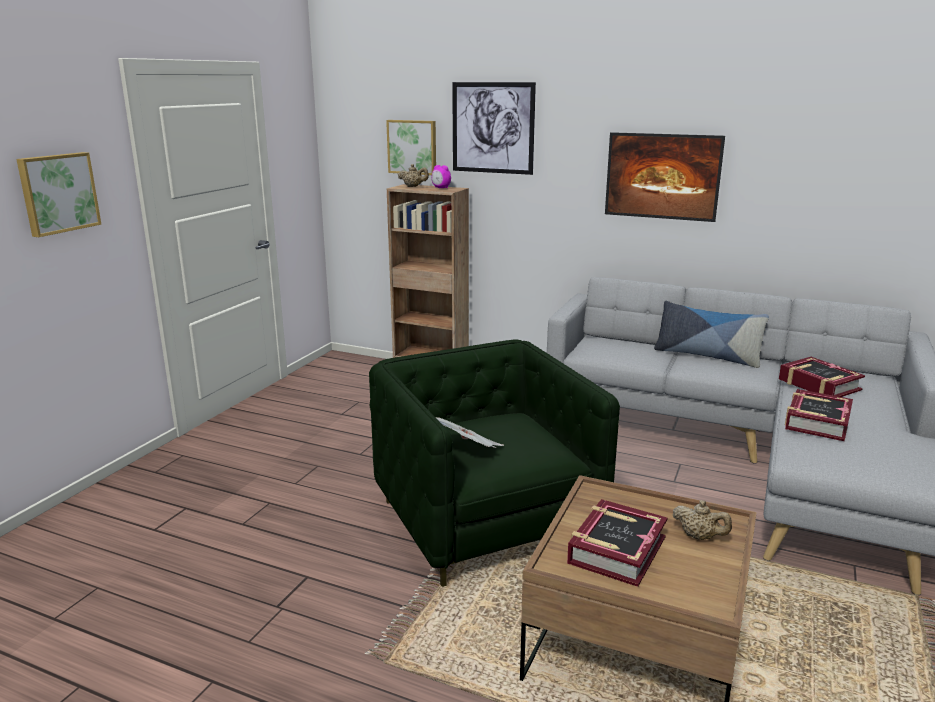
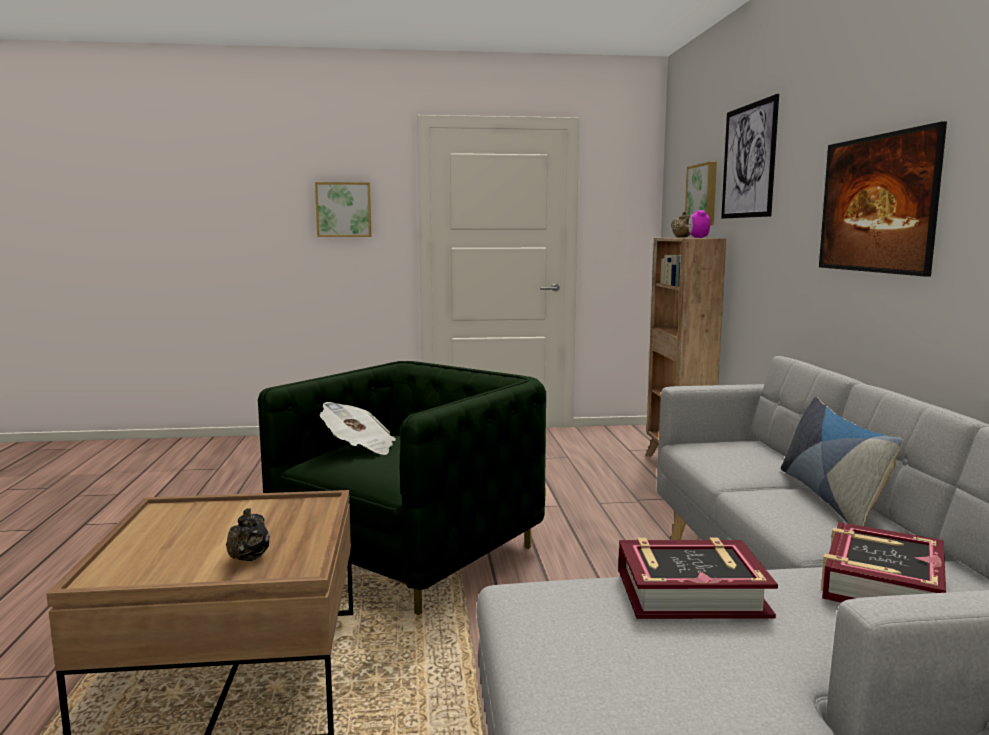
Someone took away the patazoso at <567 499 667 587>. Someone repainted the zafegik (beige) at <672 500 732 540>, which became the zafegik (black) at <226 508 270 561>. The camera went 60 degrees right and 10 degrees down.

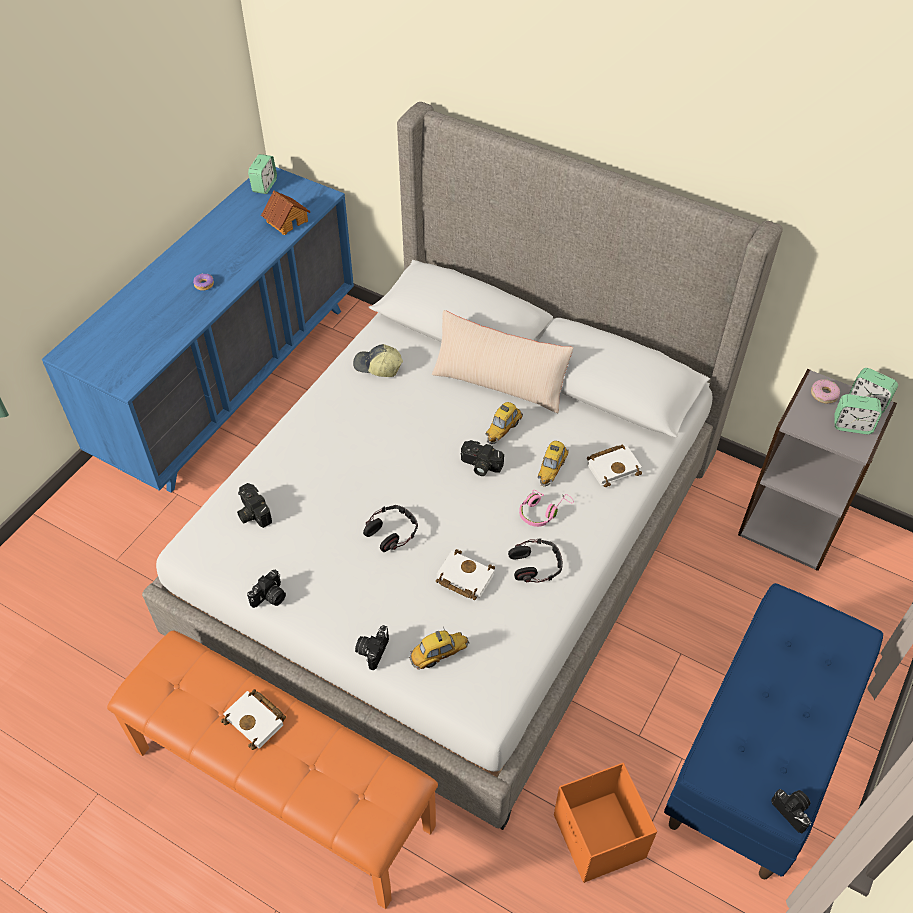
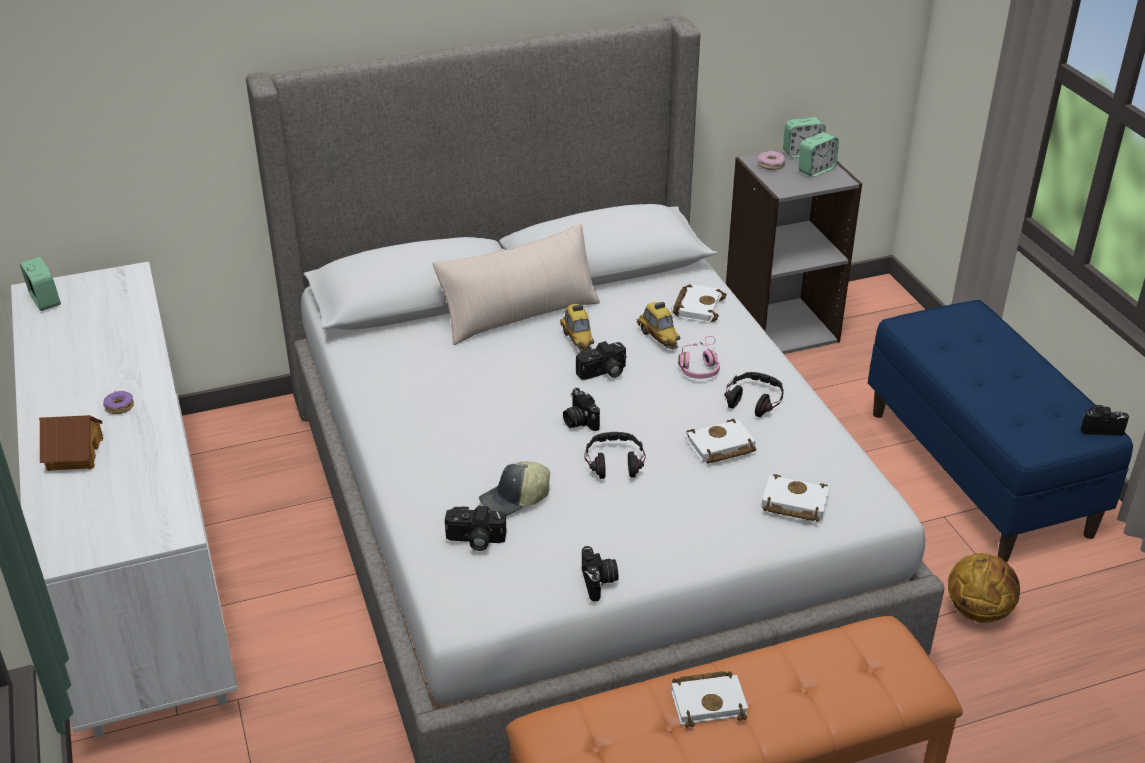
Someone carried the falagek from <261 190 311 235> to <39 415 103 471>. Someone carried the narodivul from <353 344 403 377> to <479 462 550 516>. Someone carried the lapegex from <355 625 389 670> to <563 388 600 431>. Someone swapped the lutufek at <409 627 469 670> for the patazoso (white) at <761 474 830 522>. Someone swapped the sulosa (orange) at <554 763 657 883> for the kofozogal at <948 553 1020 623>. Someone repainted the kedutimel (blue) at <42 167 354 493>, which became the kedutimel (white) at <11 262 238 738>. The camera went 50 degrees left and 15 degrees down.

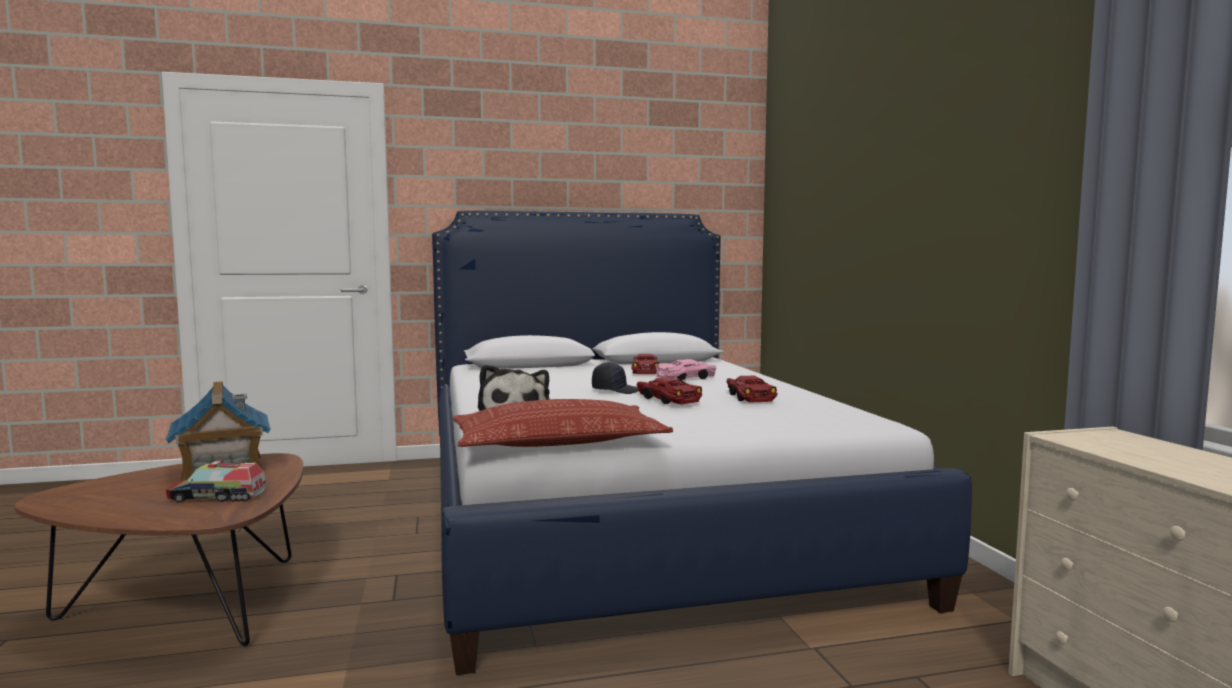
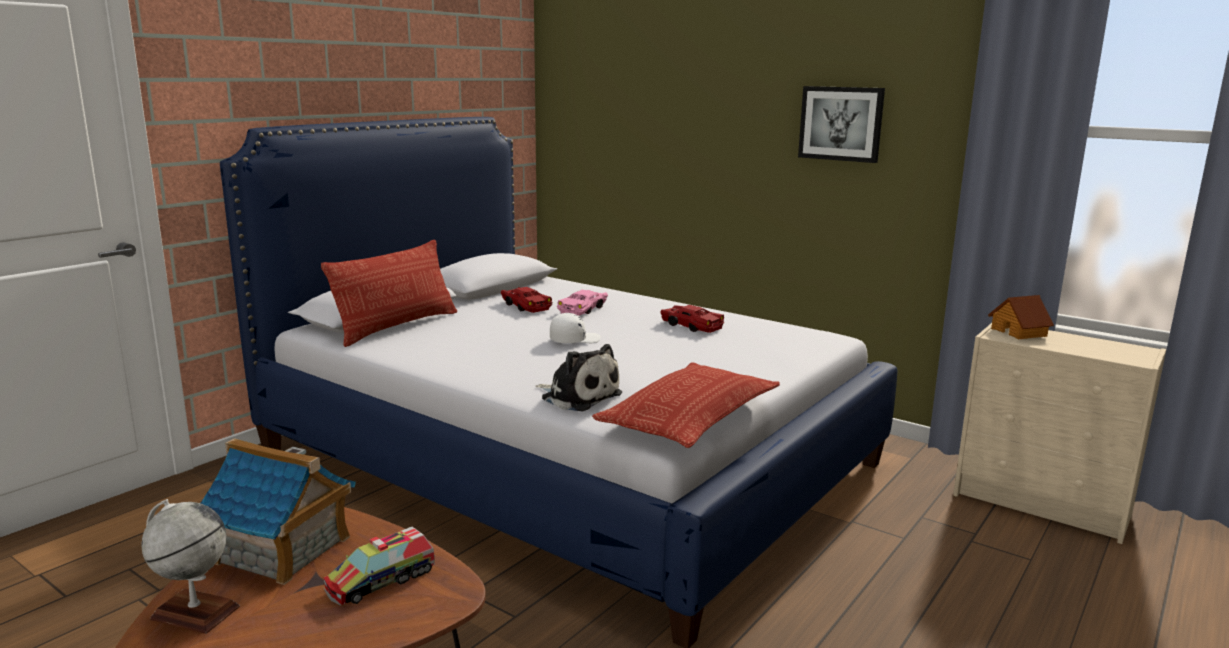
Someone took away the lutufek (red) at <637 377 702 405>. Someone put down the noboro at <141 499 240 634>. Someone put down the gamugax at <321 240 457 347>. Someone put up the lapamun at <798 86 885 163>. Someone put down the falagek at <988 295 1054 339>. Someone repainted the narodivul (black) at <592 362 638 394>, which became the narodivul (white) at <550 313 601 343>. The camera went 40 degrees left and 10 degrees up.

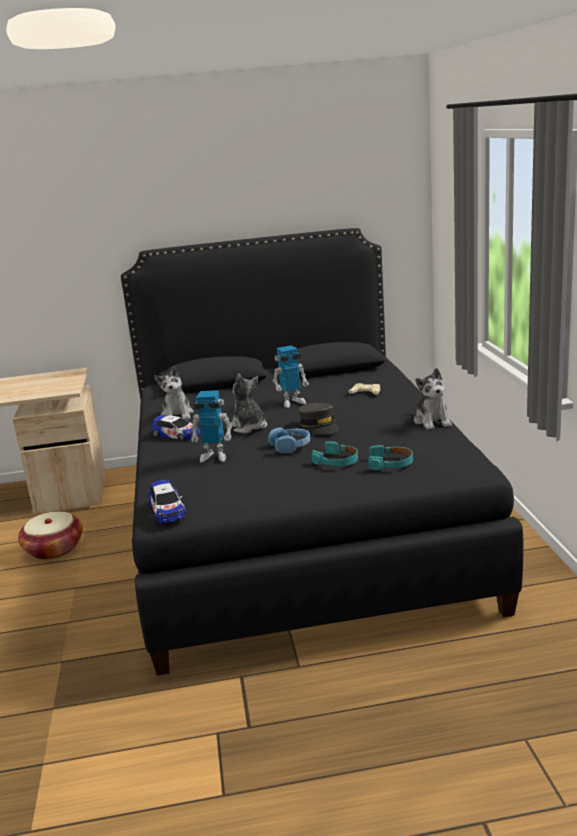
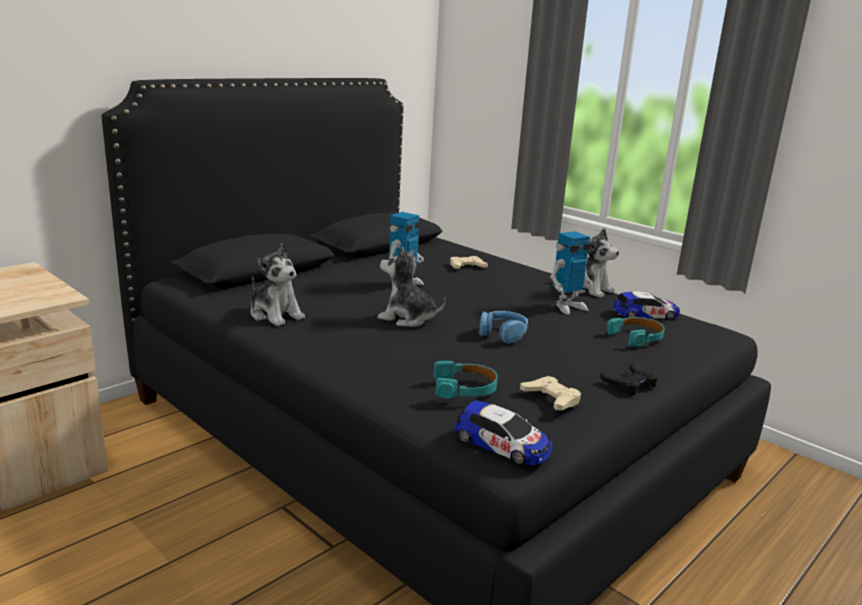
Someone took away the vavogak at <18 512 83 560>. Someone took away the narodivul (grey) at <298 403 339 435>. Someone put down the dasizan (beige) at <520 376 581 410>. Someone put down the dasizan (black) at <600 362 658 395>. Someone carried the lutufek from <151 415 200 441> to <613 291 680 320>. Someone carried the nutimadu from <191 390 232 462> to <550 231 593 315>. Someone carried the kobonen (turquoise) from <311 441 358 466> to <434 360 498 399>. The camera went 40 degrees left and 0 degrees up.

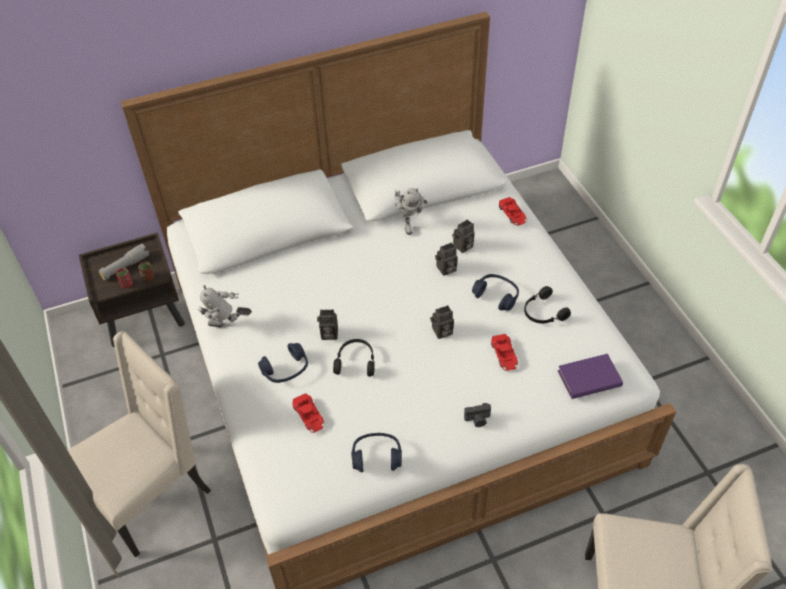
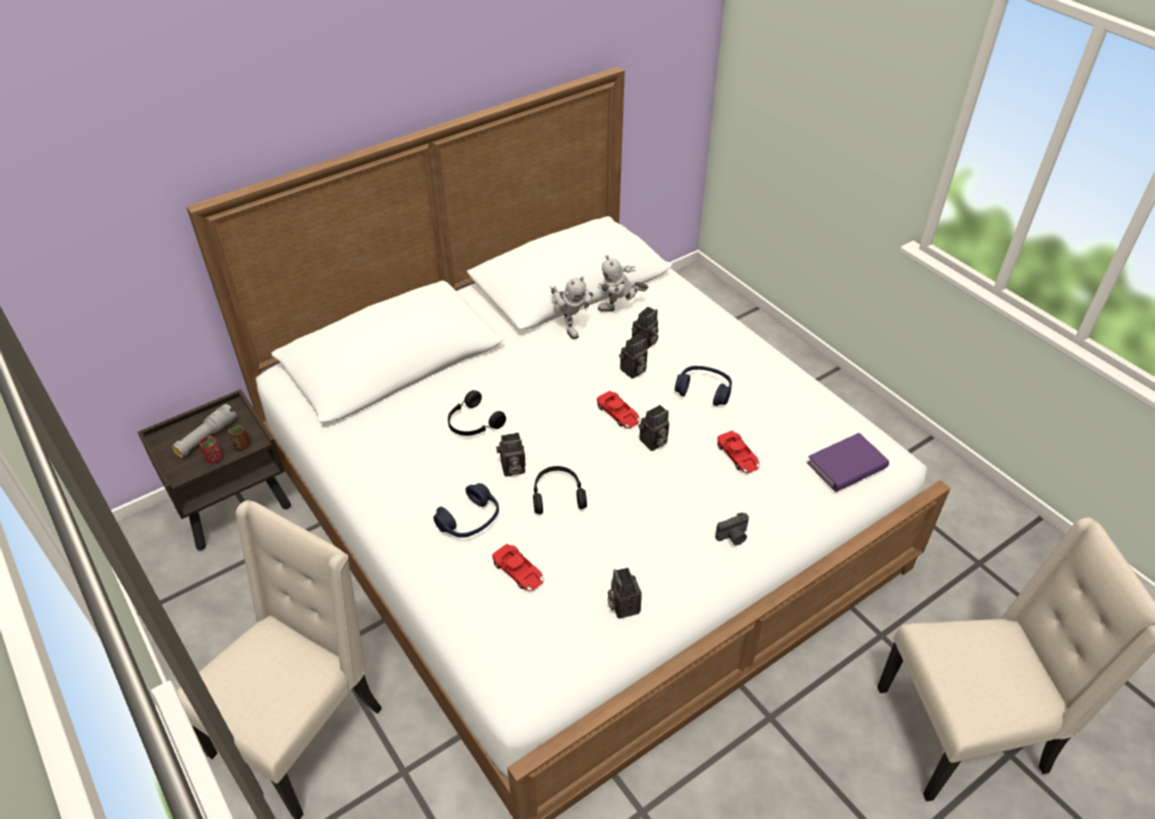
Someone carried the nutimadu from <198 285 252 327> to <597 255 649 312>. Someone carried the lutufek (red) from <499 197 527 226> to <597 391 640 428>. Someone carried the kobonen (black) from <524 286 571 323> to <448 390 506 436>. Someone swapped the kobonen (blue) at <351 433 402 472> for the lapegex at <608 568 642 619>. The camera went 15 degrees left and 5 degrees down.

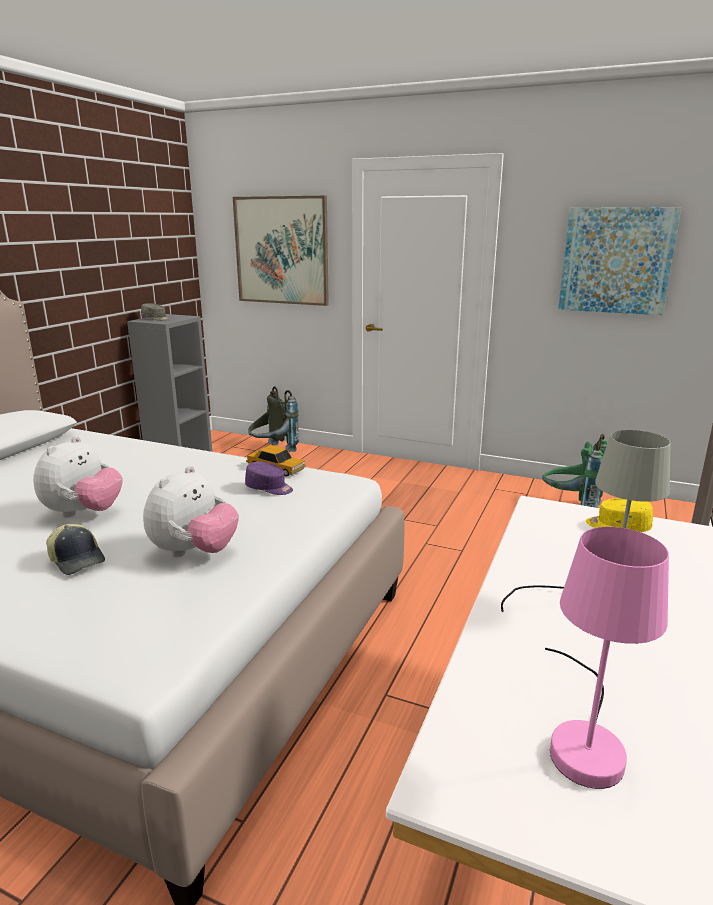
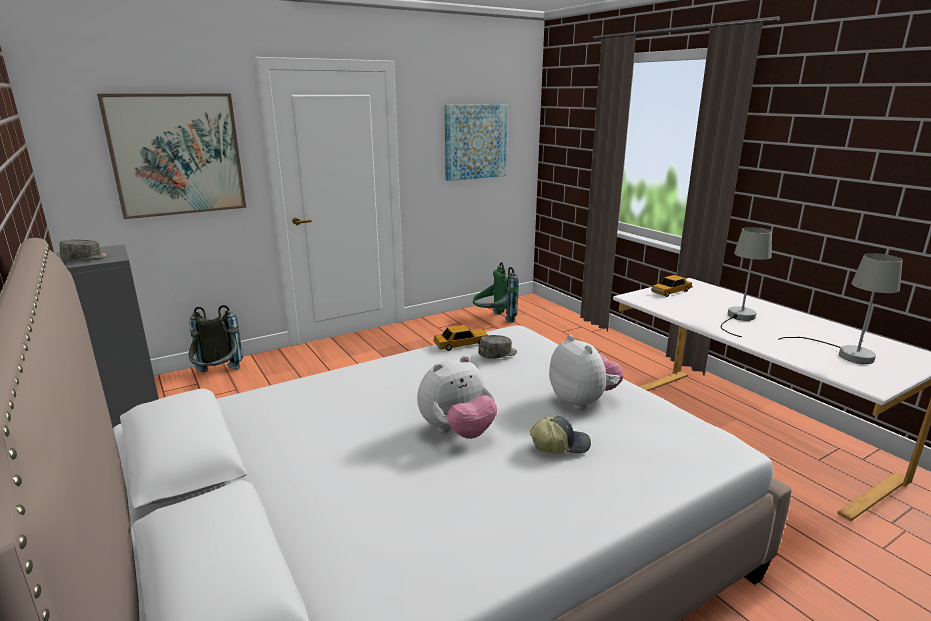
Someone swapped the narodivul (yellow) at <586 498 653 532> for the lutufek at <651 275 693 297>. Someone repainted the narodivul (purple) at <245 461 293 495>, which became the narodivul (grey) at <478 335 517 359>. Someone repainted the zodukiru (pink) at <545 527 669 789>, which became the zodukiru (grey) at <778 253 903 364>. Someone rotated the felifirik at <33 436 123 518> by 90 degrees clockwise. The camera went 55 degrees left and 0 degrees up.

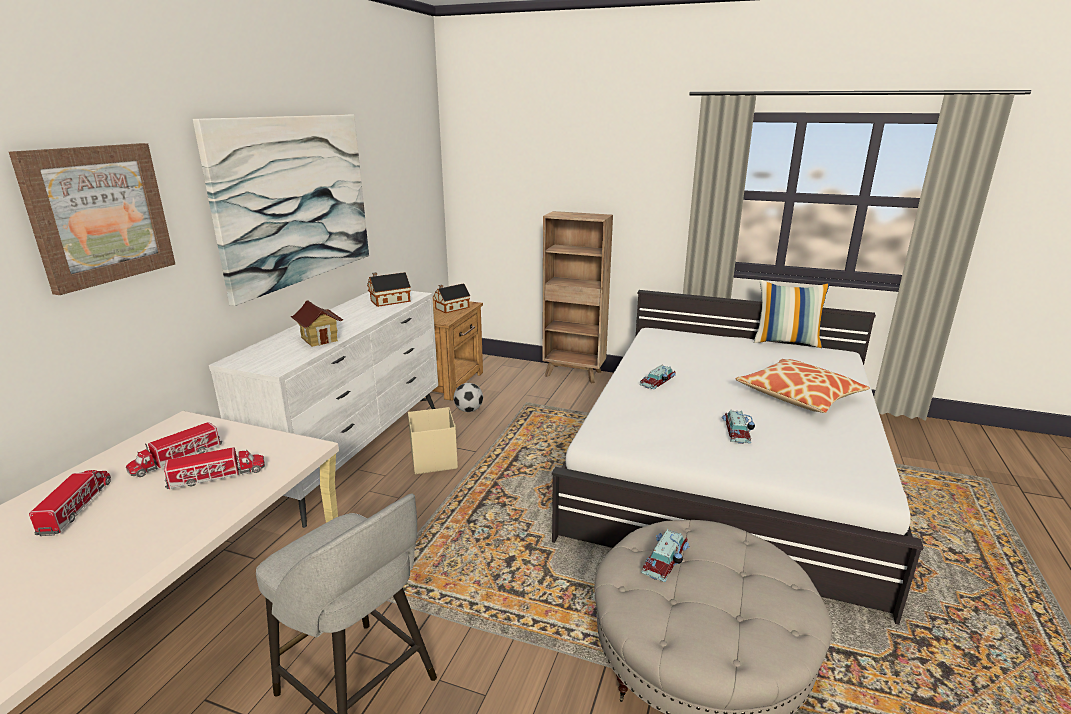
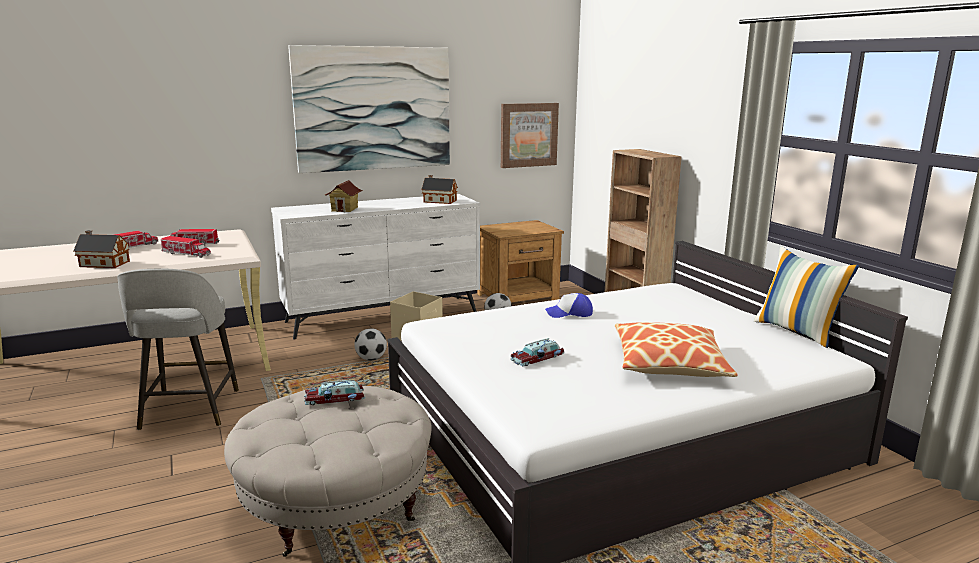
Someone put down the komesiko at <354 328 387 361>. Someone carried the lapamun from <9 143 175 295> to <501 103 559 168>. Someone carried the falagek from <433 283 470 313> to <73 230 130 268>. Someone swapped the lutufek at <640 364 676 389> for the narodivul at <545 293 593 318>. The camera went 45 degrees right and 5 degrees down.

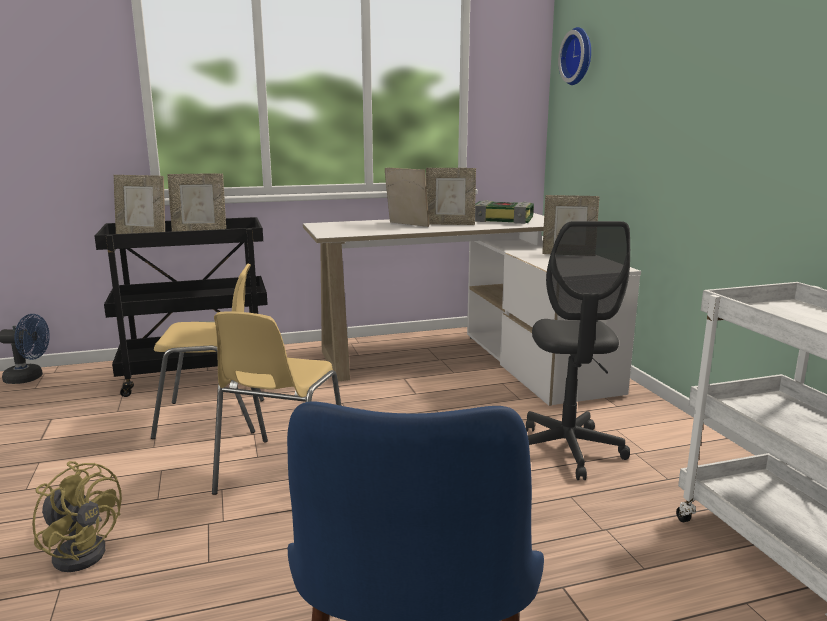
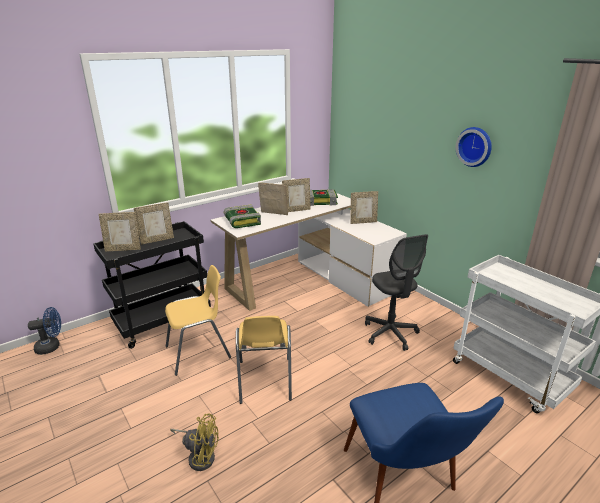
Someone put down the patazoso at <224 205 261 228>. Someone carried the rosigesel from <558 27 591 85> to <456 127 492 167>. The camera went 20 degrees left and 10 degrees up.

